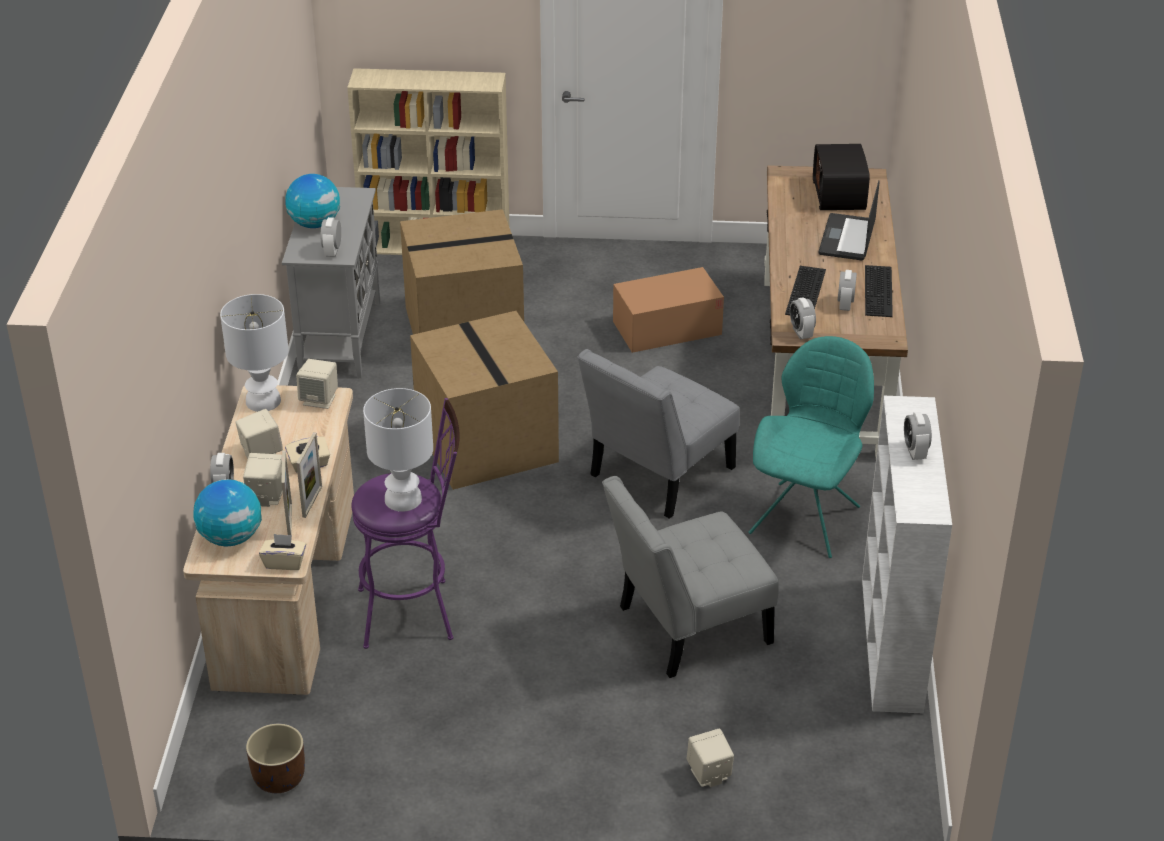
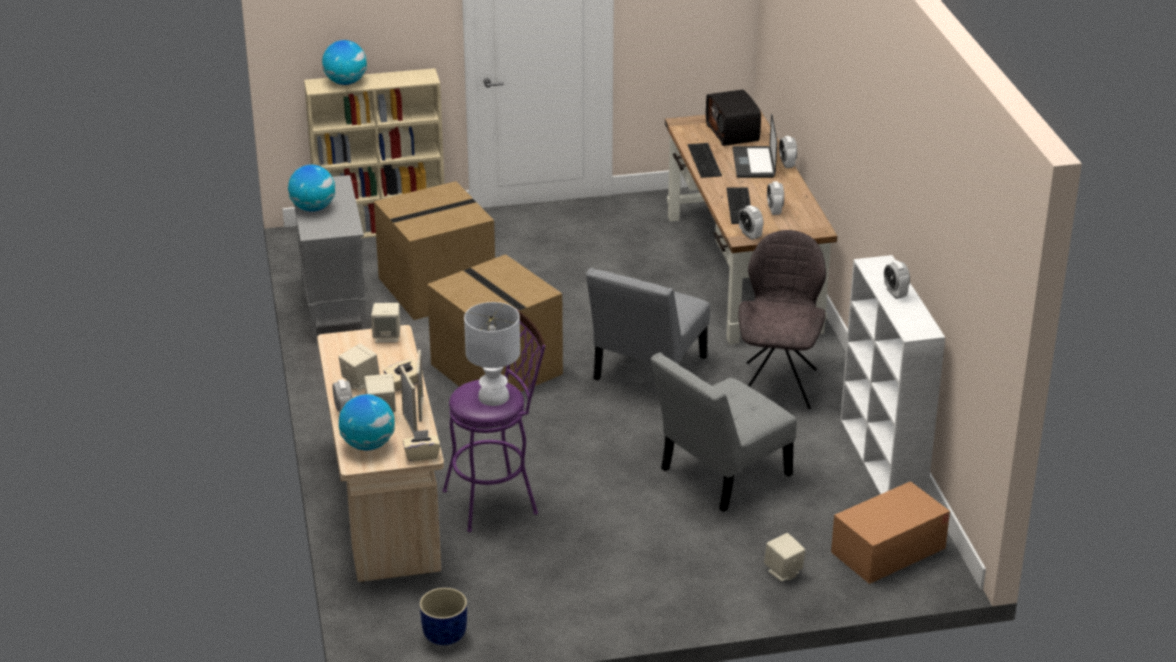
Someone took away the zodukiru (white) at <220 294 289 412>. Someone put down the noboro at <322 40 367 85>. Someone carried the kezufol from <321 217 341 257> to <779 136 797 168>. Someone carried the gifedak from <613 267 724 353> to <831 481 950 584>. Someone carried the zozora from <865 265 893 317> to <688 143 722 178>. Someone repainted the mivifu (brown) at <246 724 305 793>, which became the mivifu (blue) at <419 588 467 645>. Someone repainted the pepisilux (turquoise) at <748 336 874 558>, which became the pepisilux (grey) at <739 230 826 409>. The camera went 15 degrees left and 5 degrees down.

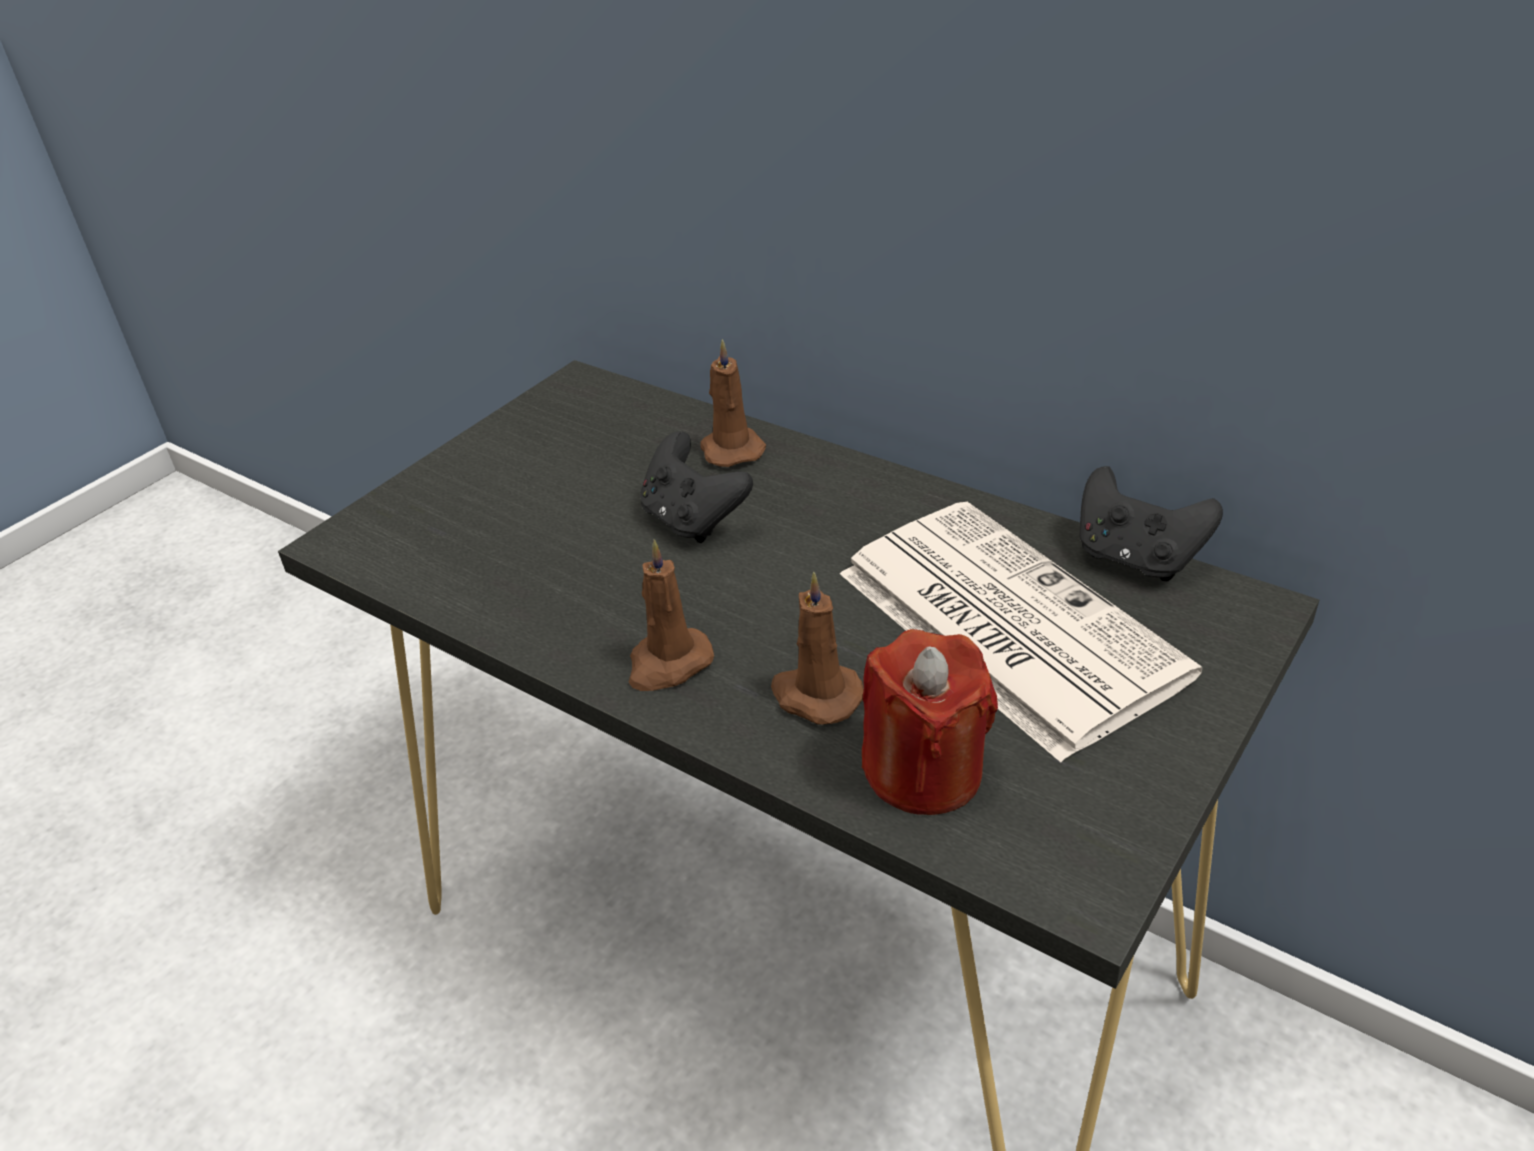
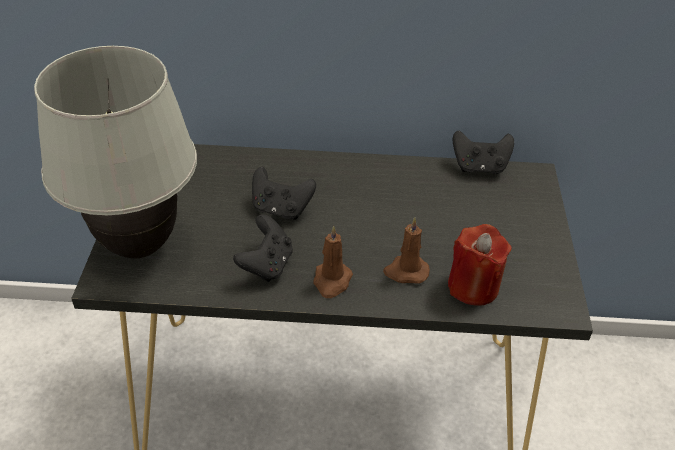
Someone took away the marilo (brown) at <700 339 766 467>. Someone took away the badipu at <840 502 1202 762>. Someone put down the zodukiru (white) at <34 46 197 259>. Someone put down the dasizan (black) at <233 214 293 282>. The camera went 35 degrees left and 5 degrees up.

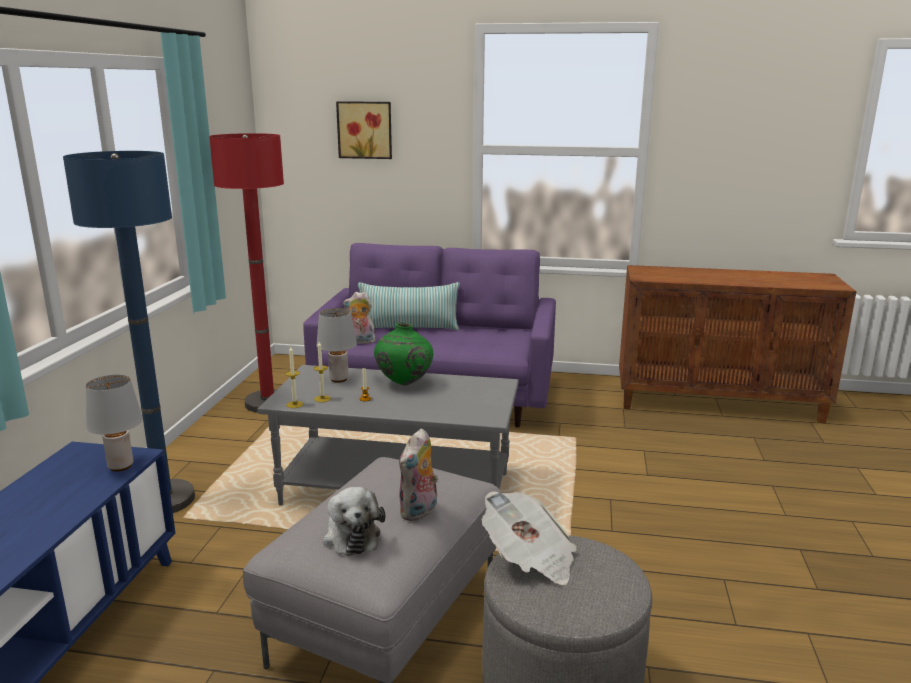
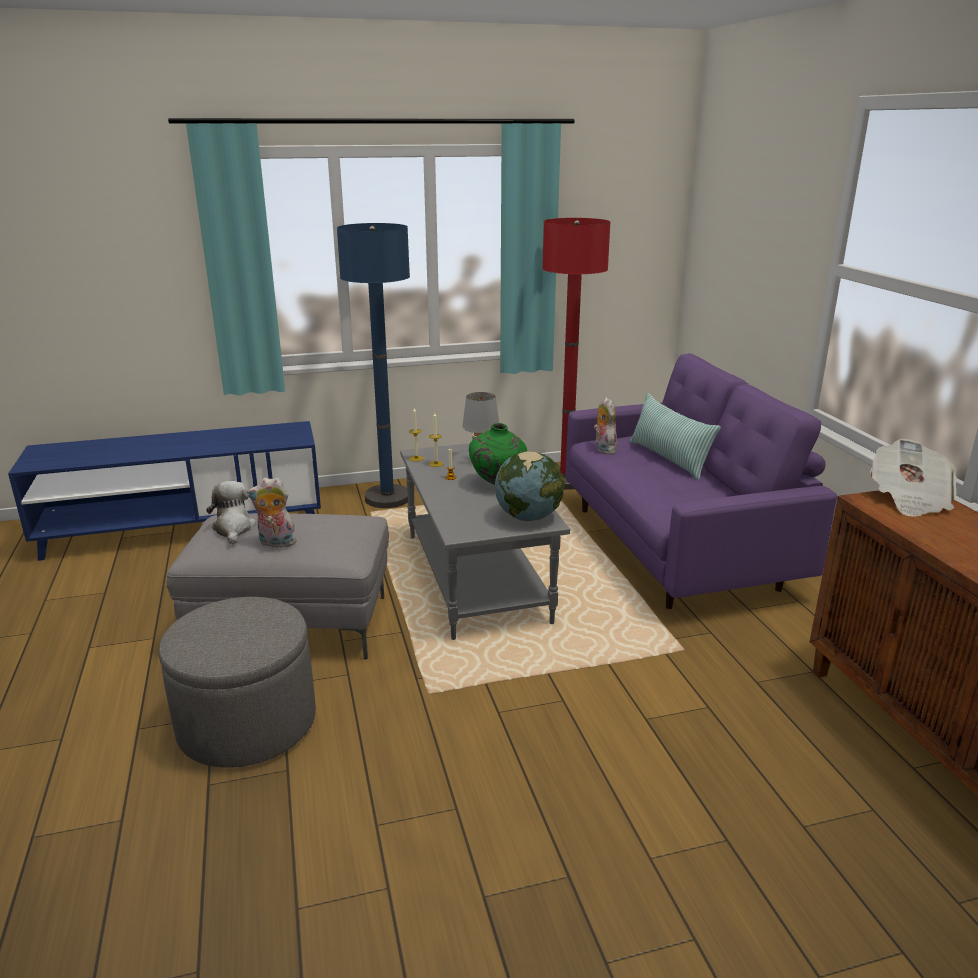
Someone took away the zodukiru (grey) at <86 375 143 472>. Someone took away the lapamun at <336 101 392 159>. Someone put down the noboro at <495 451 564 521>. Someone carried the badipu from <481 491 577 585> to <870 439 957 516>. Someone rotated the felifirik at <323 487 385 556> by 120 degrees clockwise. The camera went 65 degrees right and 5 degrees up.

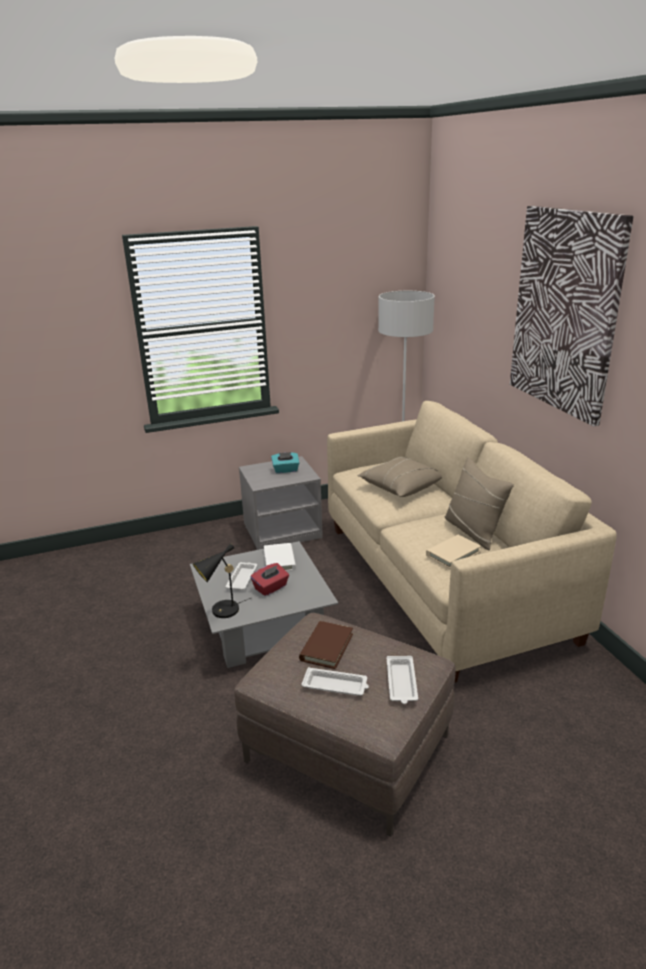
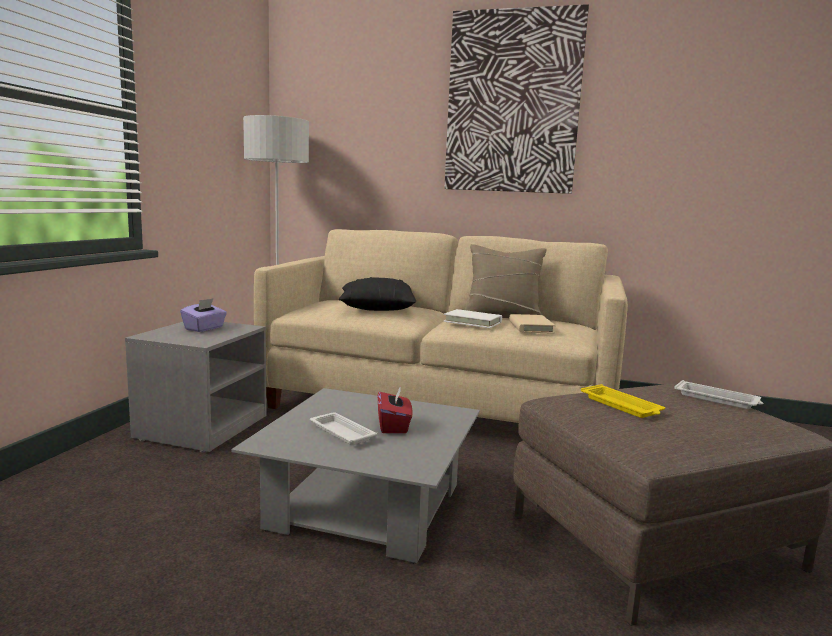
Someone took away the zodukiru (black) at <193 543 251 618>. Someone took away the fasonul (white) at <302 667 369 696>. Someone carried the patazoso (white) from <264 543 296 571> to <443 309 502 328>. Someone swapped the patazoso (brown) at <299 621 353 669> for the fasonul (yellow) at <581 384 665 418>. Someone repainted the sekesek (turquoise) at <271 452 299 473>, which became the sekesek (purple) at <180 298 227 332>. Someone repainted the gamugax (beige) at <358 457 442 497>, which became the gamugax (black) at <339 277 416 311>. The camera went 55 degrees left and 15 degrees down.

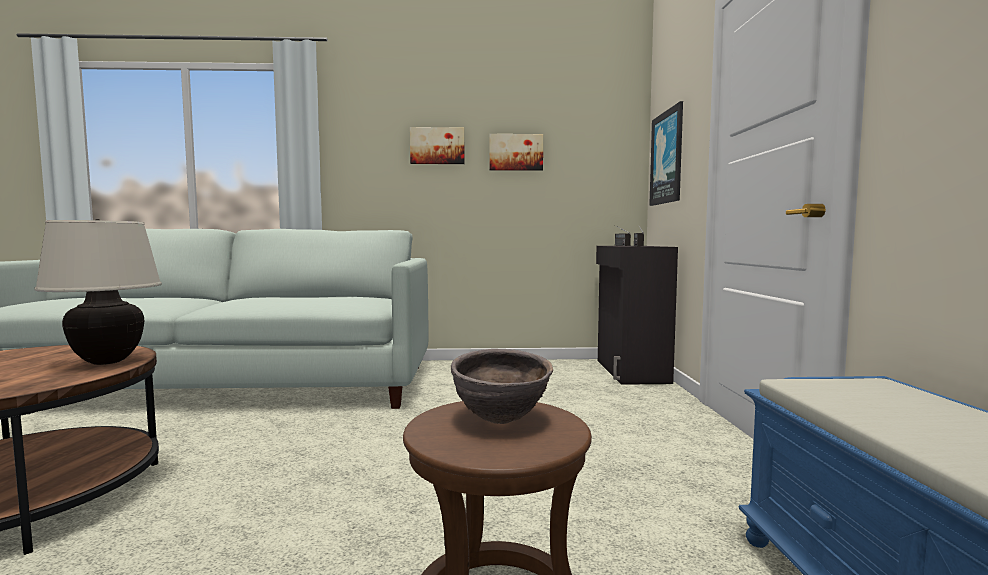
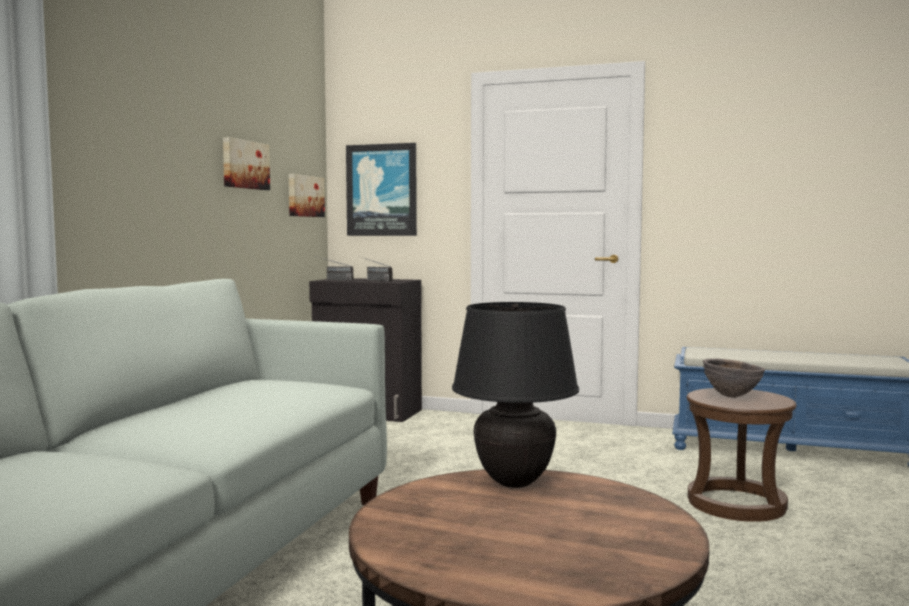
Someone carried the lapamun from <410 127 464 164> to <289 174 325 217>. Someone repainted the zodukiru (beige) at <34 219 162 365>, which became the zodukiru (black) at <452 302 579 488>. The camera went 70 degrees left and 0 degrees up.

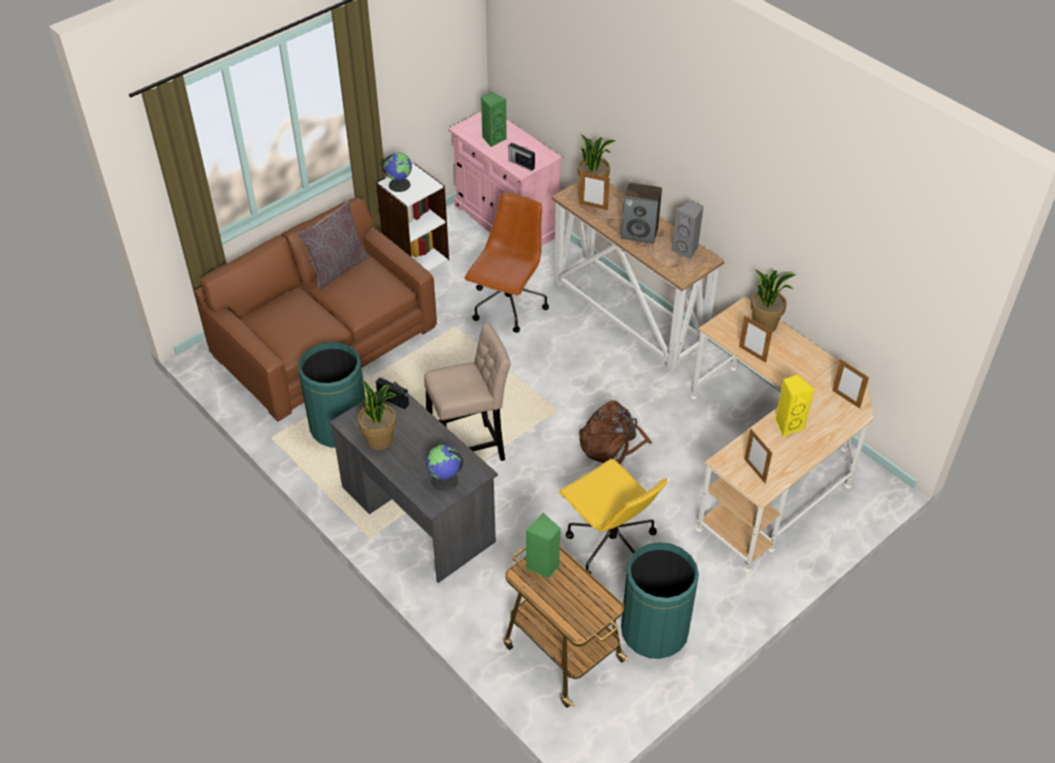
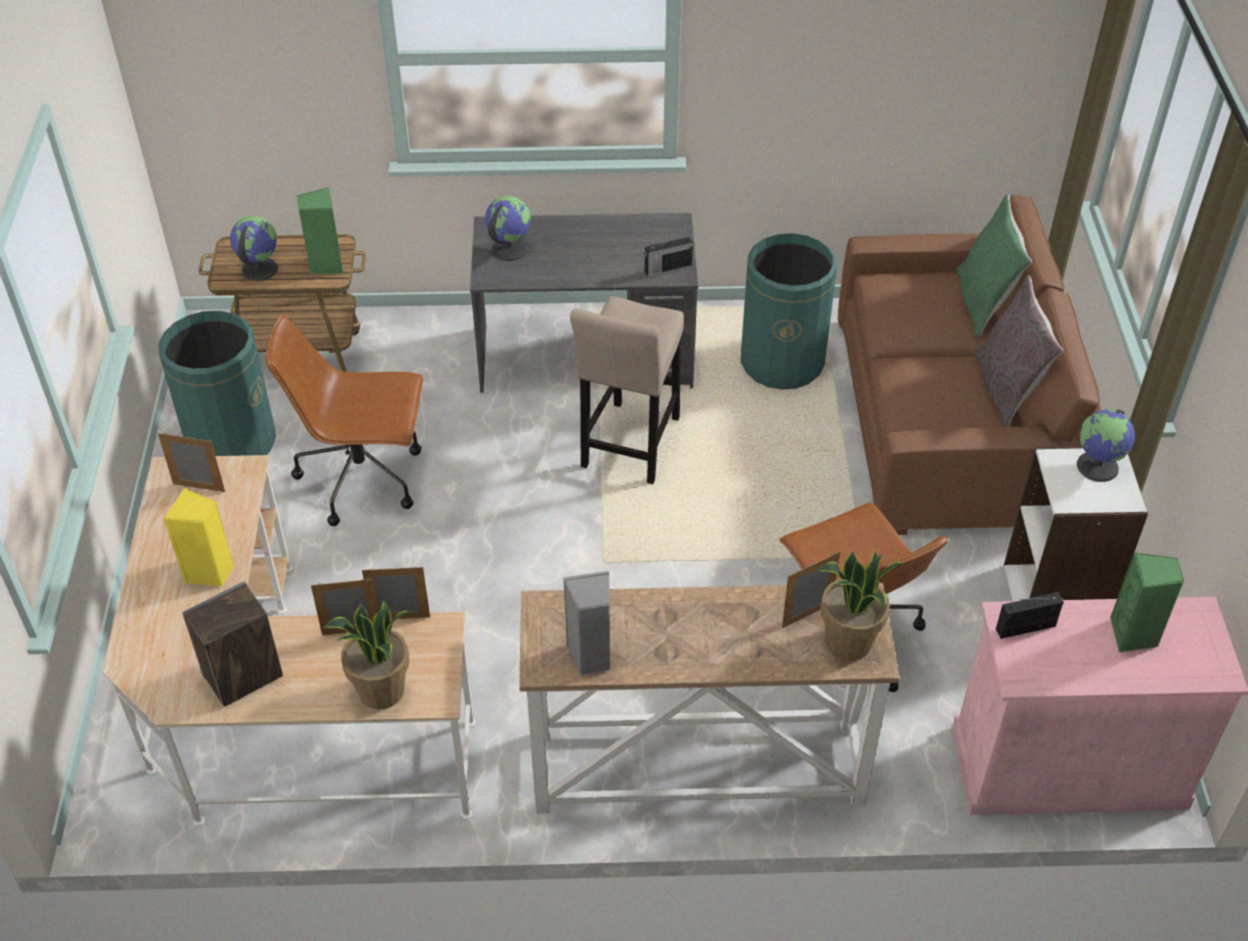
Someone took away the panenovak at <357 380 396 450>. Someone took away the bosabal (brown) at <579 400 652 464>. Someone put down the noboro at <230 216 278 281>. Someone put down the gamugax (green) at <956 194 1032 338>. Someone carried the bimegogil from <621 182 662 244> to <183 581 283 707>. Someone carried the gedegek from <832 359 869 409> to <362 566 430 619>. Someone repainted the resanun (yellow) at <558 459 667 574>, which became the resanun (brown) at <266 314 423 526>. The camera went 130 degrees right and 0 degrees up.

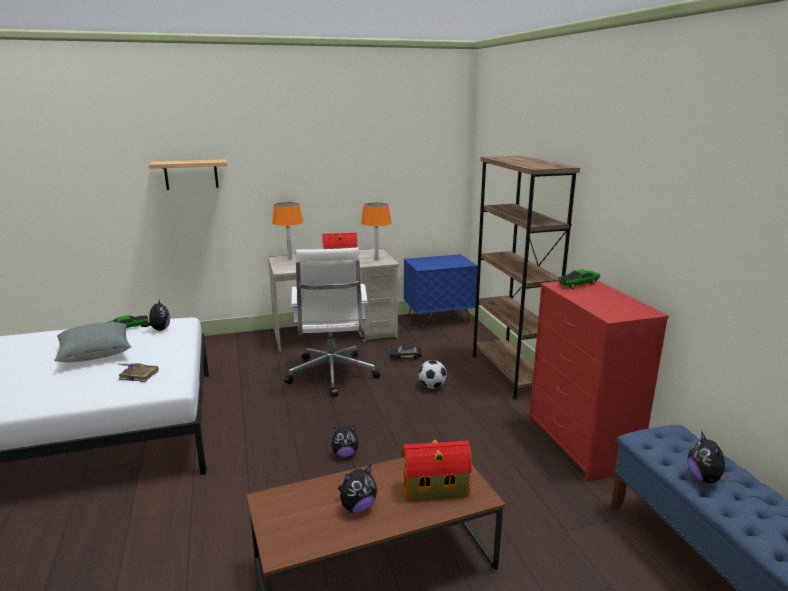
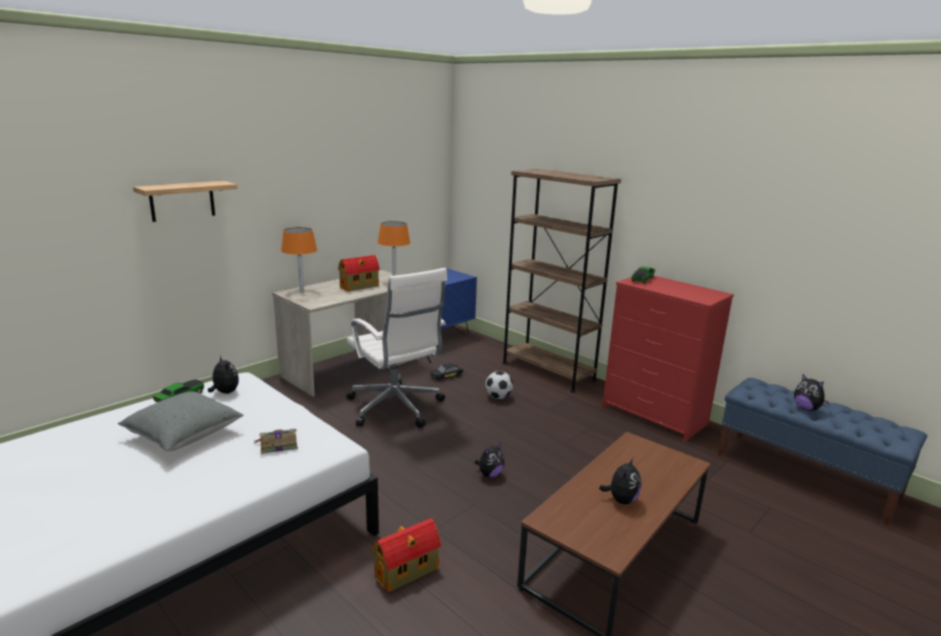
Someone carried the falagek from <402 440 472 501> to <372 518 441 592>. The camera went 30 degrees left and 0 degrees up.

